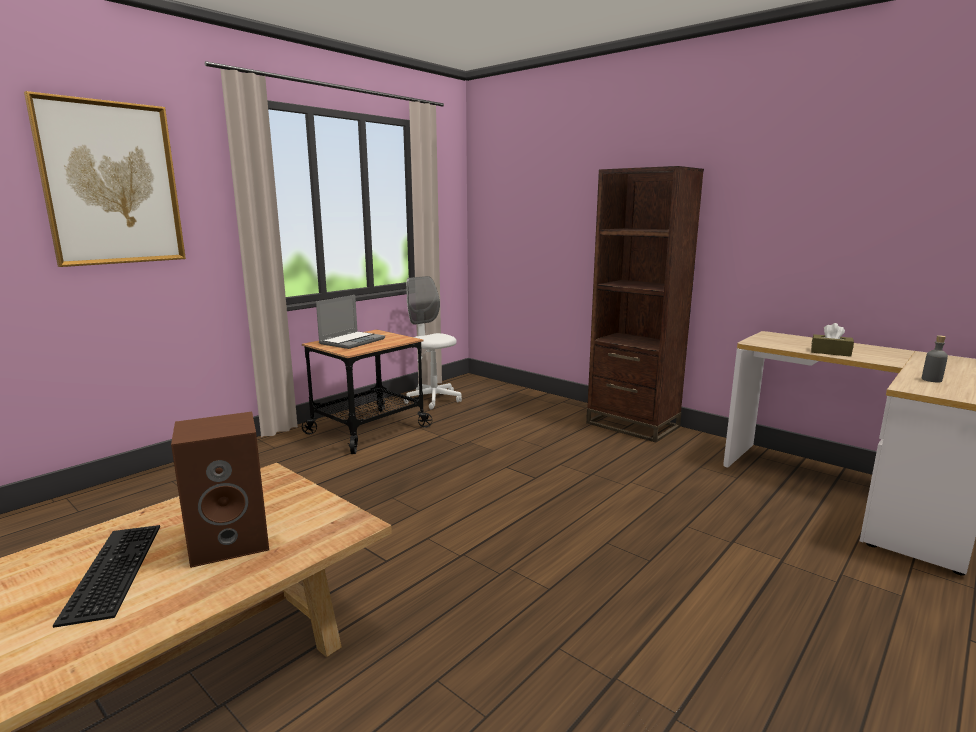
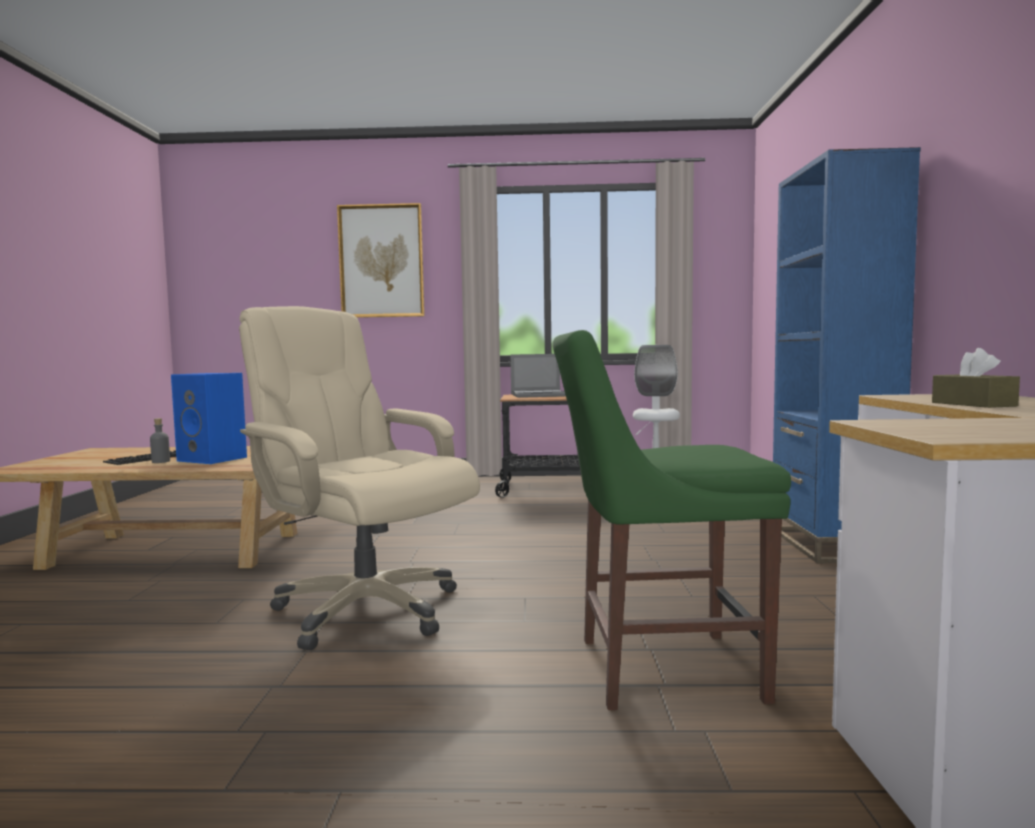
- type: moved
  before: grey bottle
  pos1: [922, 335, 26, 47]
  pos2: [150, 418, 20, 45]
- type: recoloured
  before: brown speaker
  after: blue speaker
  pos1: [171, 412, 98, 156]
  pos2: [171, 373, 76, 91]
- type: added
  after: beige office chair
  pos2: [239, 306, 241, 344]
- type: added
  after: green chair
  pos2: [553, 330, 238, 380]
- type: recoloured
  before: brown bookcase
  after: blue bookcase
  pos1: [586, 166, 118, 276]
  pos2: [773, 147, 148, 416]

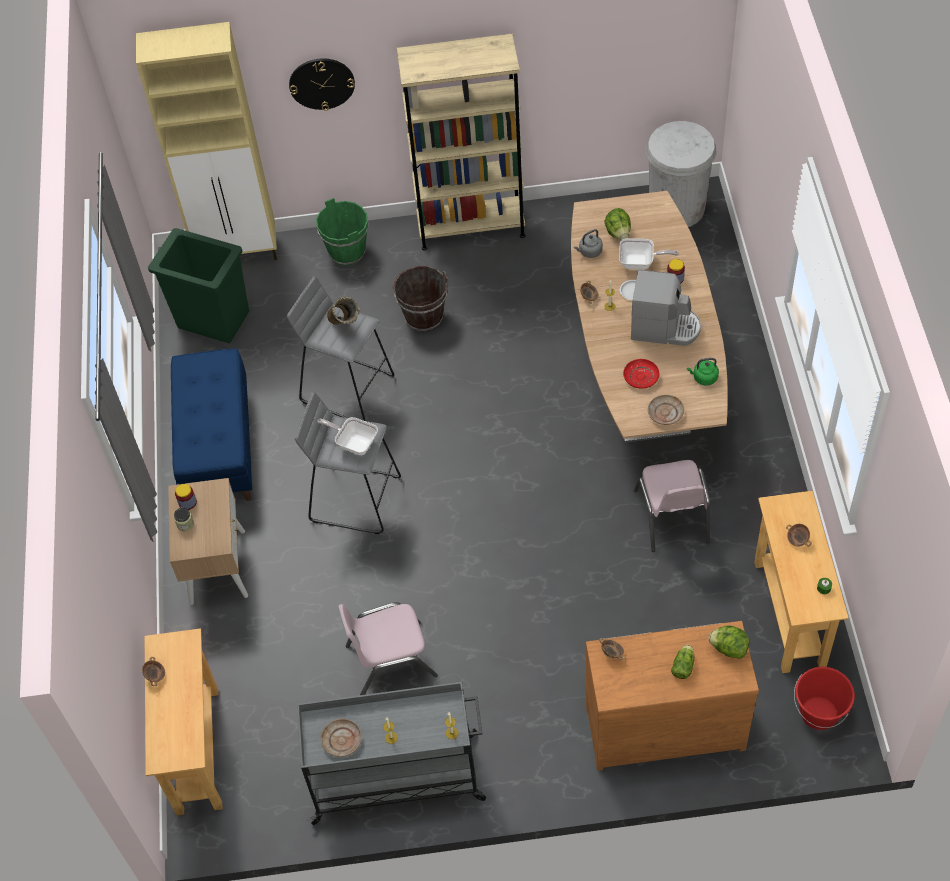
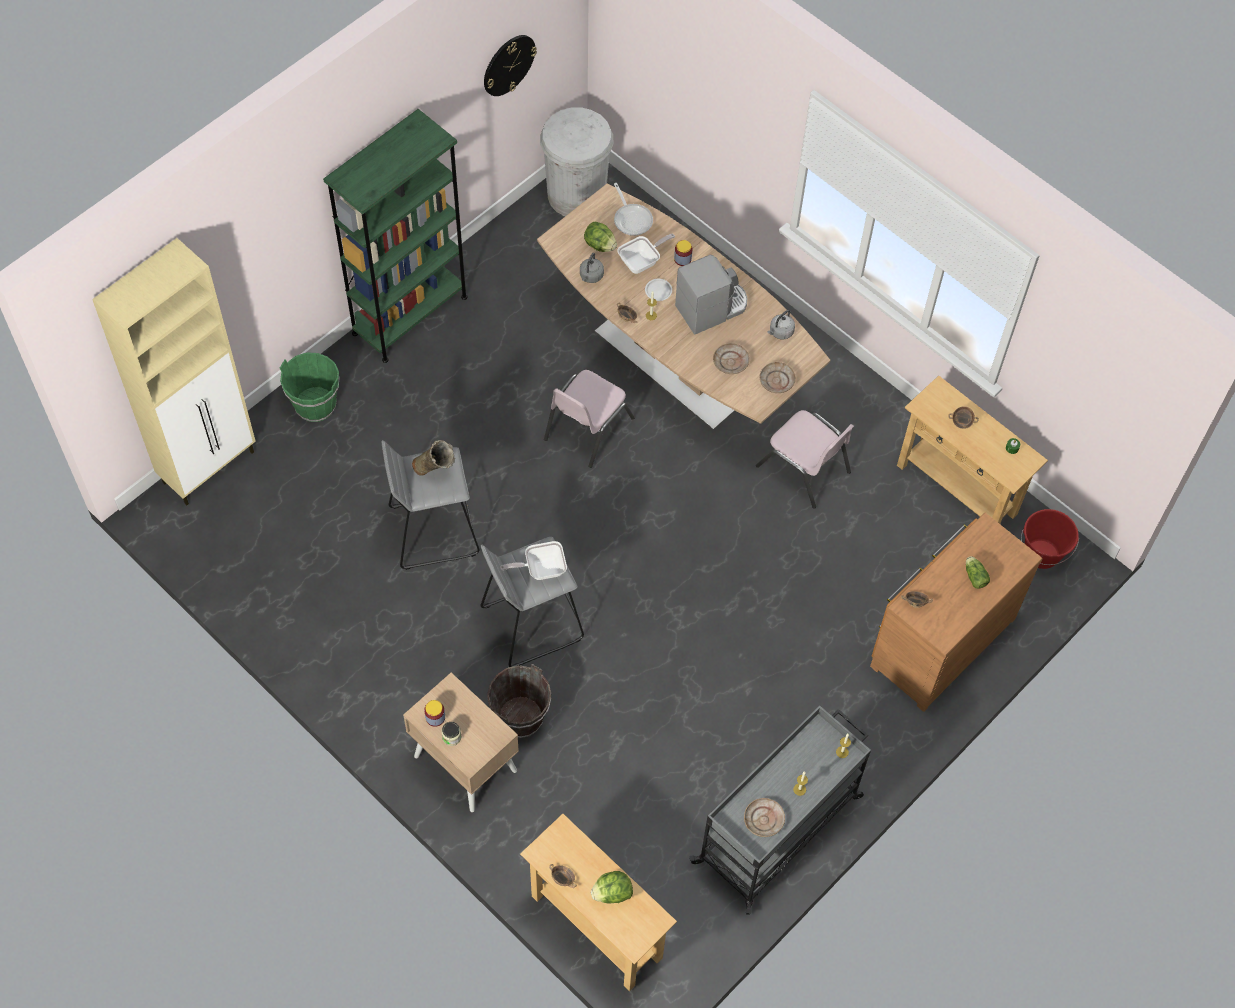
- type: recoloured
  before: beige bookcase
  after: green bookcase
  pos1: [396, 34, 130, 217]
  pos2: [323, 109, 145, 254]
- type: moved
  before: wall clock
  pos1: [289, 59, 66, 52]
  pos2: [484, 35, 53, 61]
- type: moved
  before: brown bucket
  pos1: [392, 266, 56, 66]
  pos2: [487, 664, 64, 74]
- type: moved
  before: pink chair
  pos1: [339, 602, 99, 93]
  pos2: [544, 370, 91, 98]
- type: moved
  before: lettuce
  pos1: [708, 625, 41, 34]
  pos2: [591, 871, 42, 32]
- type: added
  after: frying pan
  pos2: [614, 183, 39, 53]
- type: recoloured
  before: red plate
  after: beige plate
  pos1: [623, 359, 36, 30]
  pos2: [713, 343, 37, 31]
- type: recoloured
  before: green kettle
  after: grey kettle
  pos1: [687, 358, 32, 28]
  pos2: [767, 310, 28, 29]
- type: removed
  before: green trash can
  pos1: [148, 228, 101, 116]
- type: removed
  before: blue bench
  pos1: [171, 348, 81, 153]

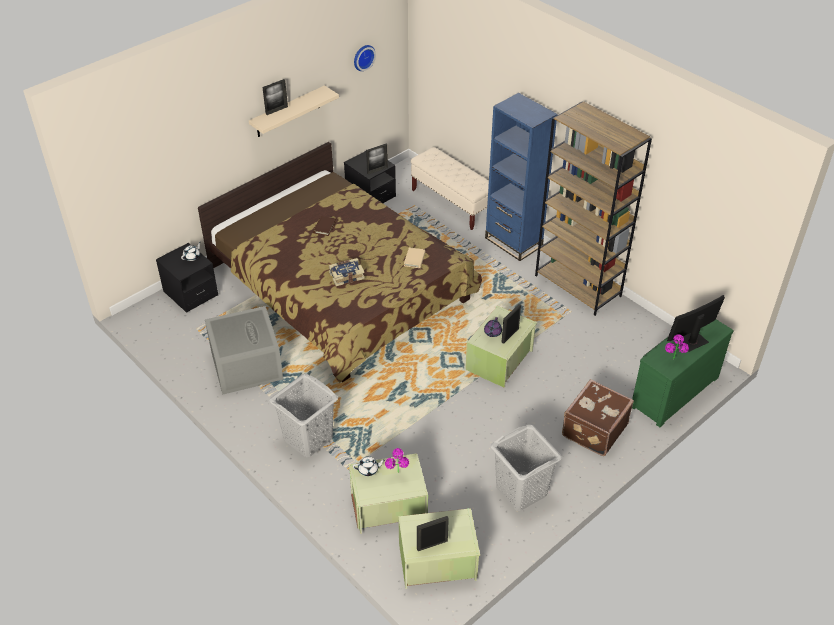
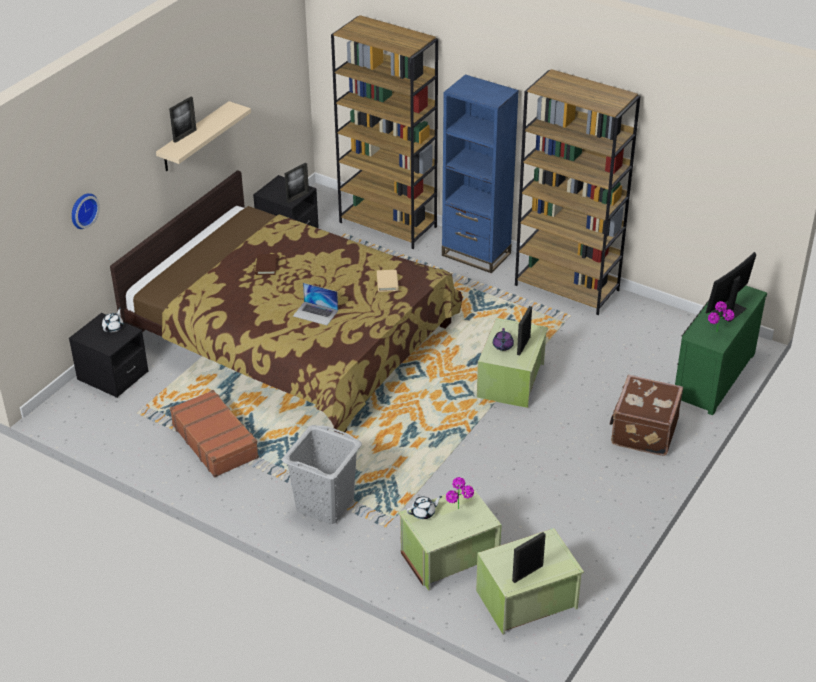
- type: moved
  before: wall clock
  pos1: [354, 45, 22, 26]
  pos2: [72, 193, 28, 36]
- type: replaced
  before: grey storage box
  after: brown suitcase
  pos1: [205, 306, 78, 89]
  pos2: [170, 390, 89, 88]
- type: replaced
  before: book
  after: laptop
  pos1: [329, 258, 36, 28]
  pos2: [293, 283, 45, 42]
- type: replaced
  before: beige bench
  after: brown bookcase
  pos1: [411, 147, 78, 83]
  pos2: [331, 15, 107, 234]
- type: removed
  before: grey laundry basket
  pos1: [490, 424, 72, 87]

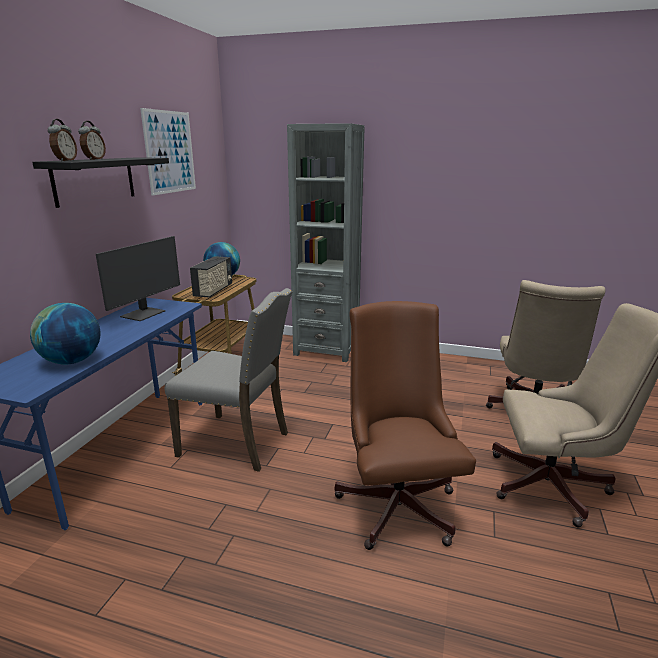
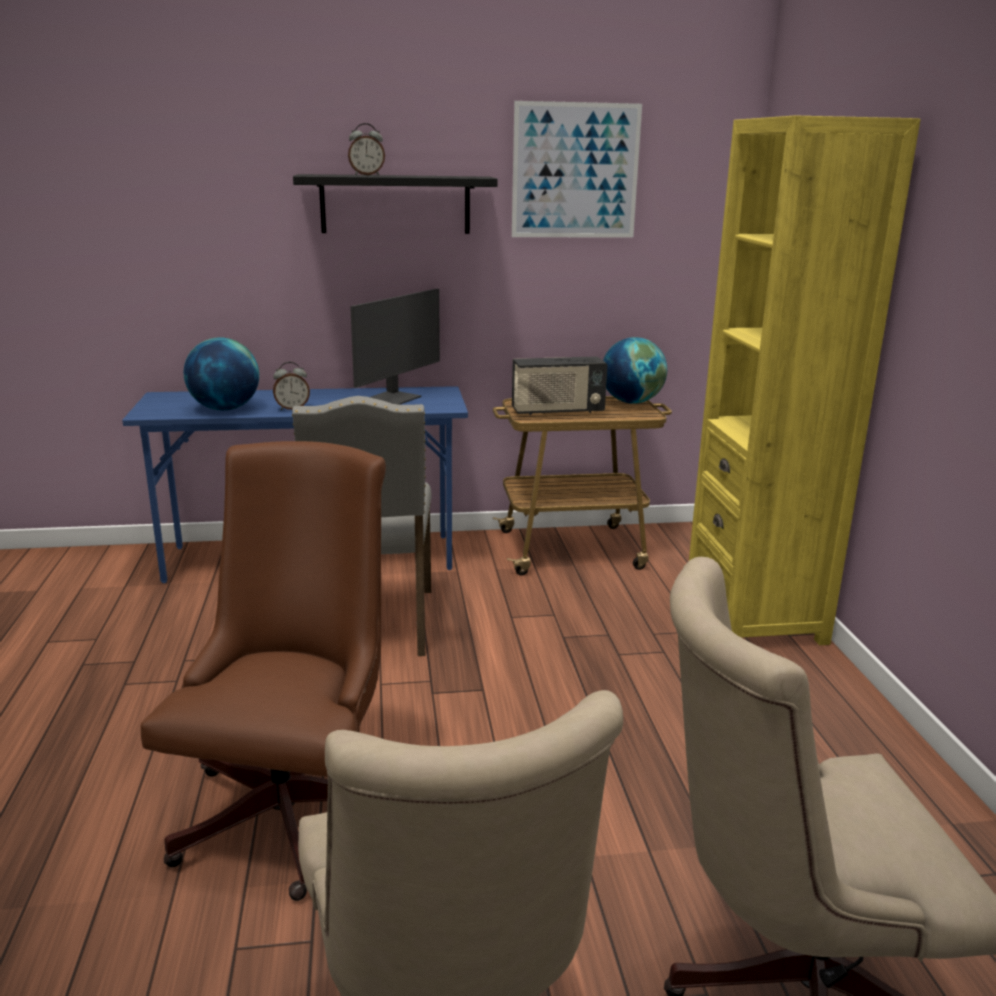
- type: turned
  before: brown office chair
  pos1: [335, 301, 141, 249]
  pos2: [141, 441, 245, 460]
  turn: -45
- type: moved
  before: alarm clock
  pos1: [48, 119, 29, 42]
  pos2: [273, 362, 37, 48]
- type: turned
  before: monitor
  pos1: [96, 236, 84, 85]
  pos2: [350, 289, 90, 116]
  turn: -60
- type: recoloured
  before: grey bookcase
  after: yellow bookcase
  pos1: [287, 123, 78, 239]
  pos2: [689, 116, 232, 529]

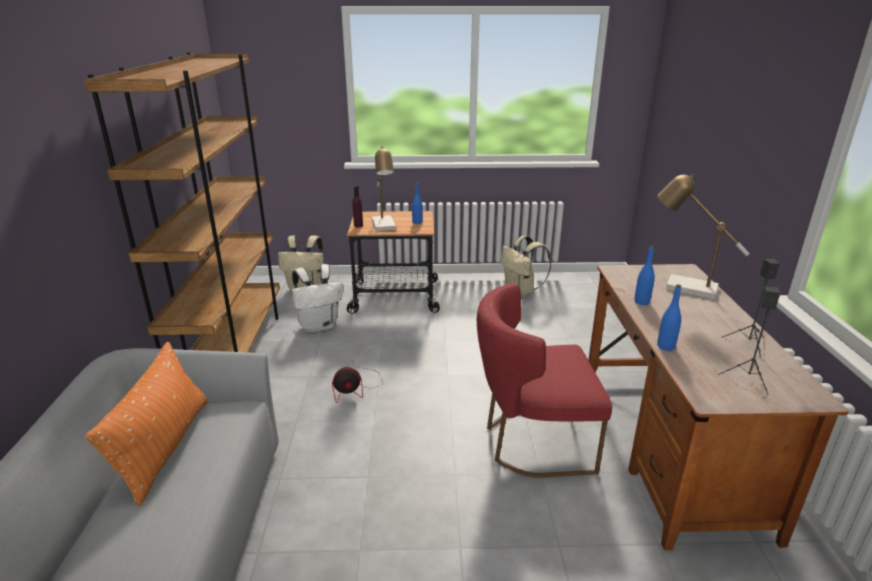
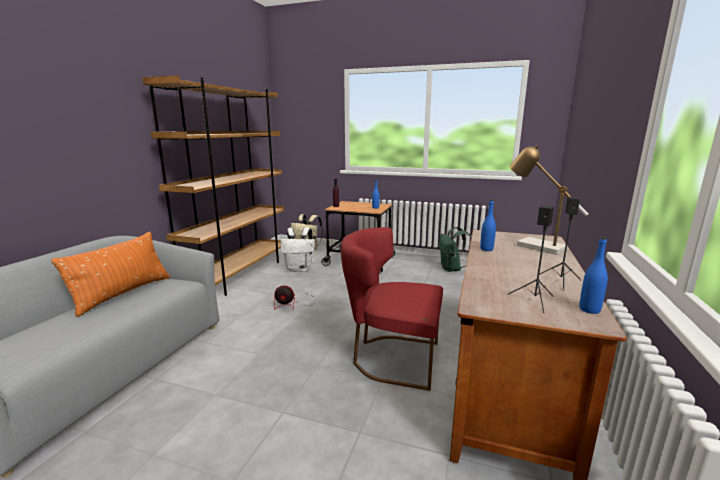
- type: recoloured
  before: beige backpack
  after: green backpack
  pos1: [501, 236, 50, 60]
  pos2: [439, 227, 33, 45]
- type: moved
  before: blue bottle
  pos1: [657, 284, 24, 67]
  pos2: [579, 237, 29, 77]
- type: removed
  before: table lamp
  pos1: [372, 146, 24, 85]

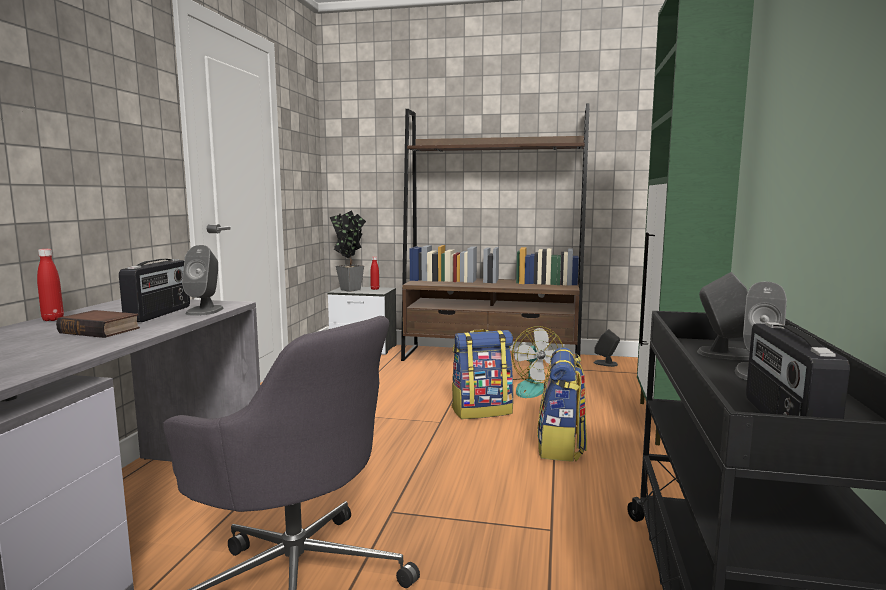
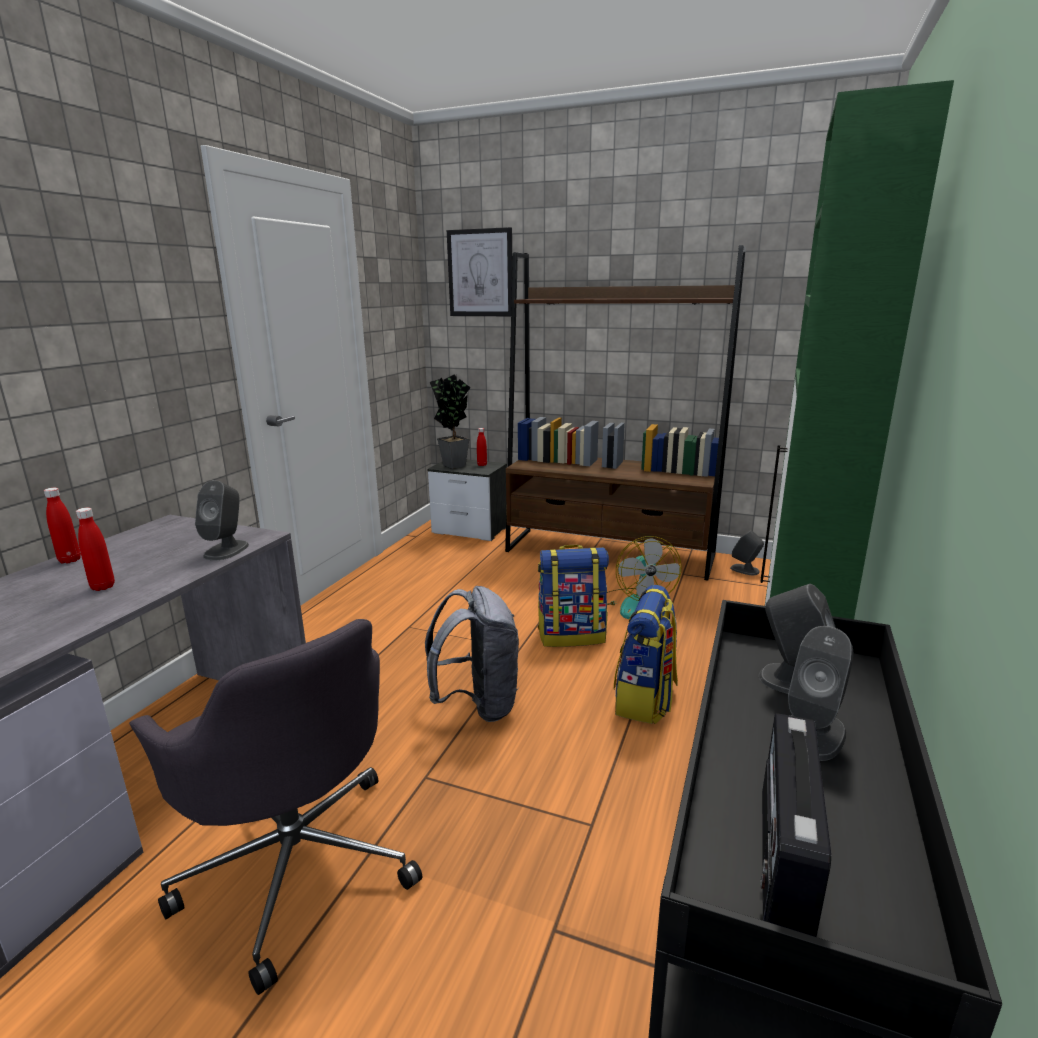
- type: replaced
  before: book
  after: red bottle
  pos1: [56, 310, 84, 28]
  pos2: [76, 508, 39, 83]
- type: added
  after: grey backpack
  pos2: [425, 586, 94, 136]
- type: added
  after: picture
  pos2: [447, 227, 65, 89]
- type: removed
  before: radio
  pos1: [119, 259, 71, 63]

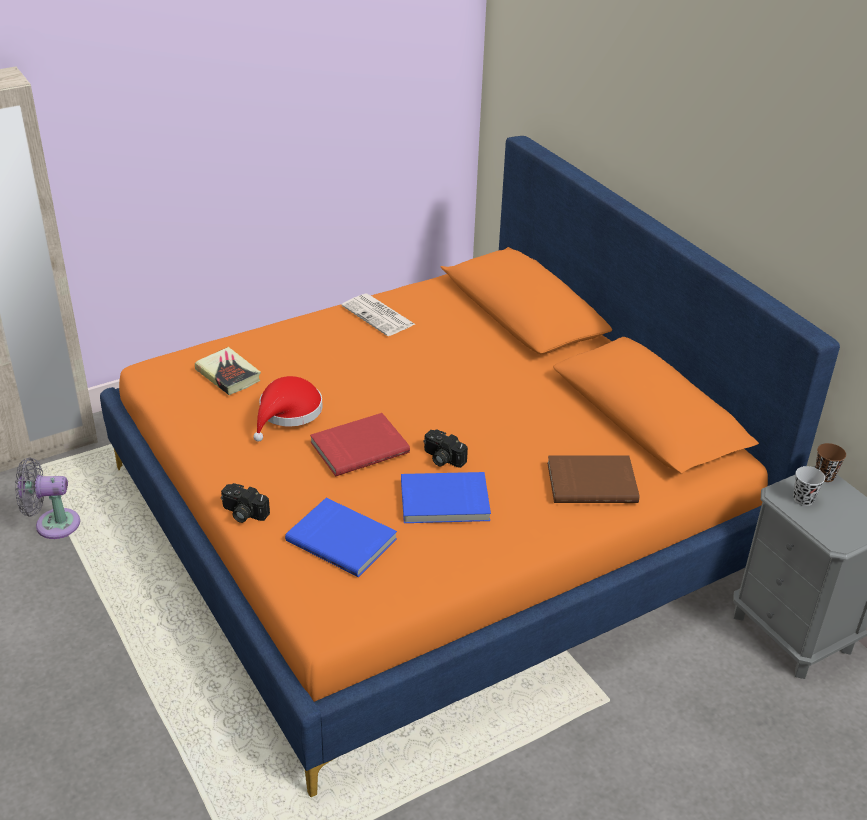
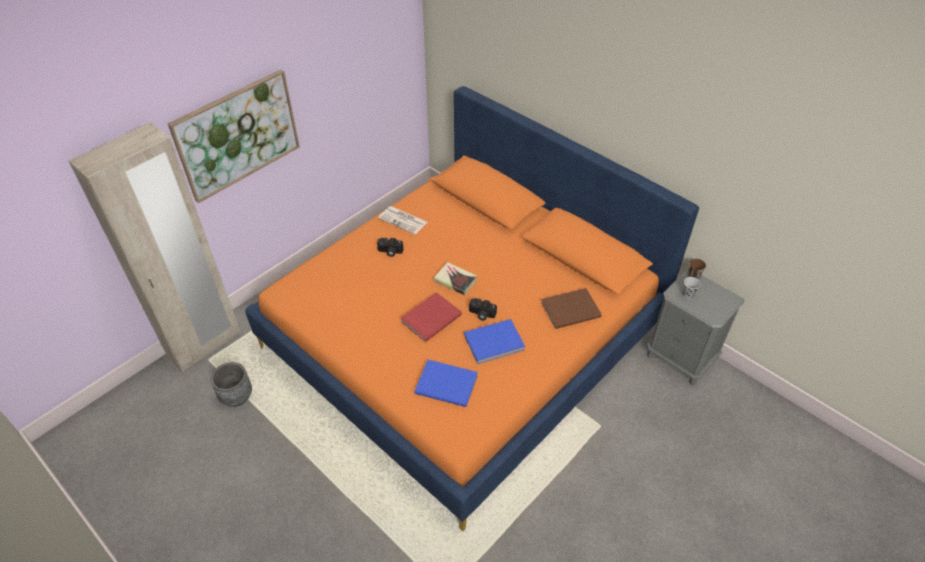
- type: added
  after: picture
  pos2: [167, 70, 133, 133]
- type: replaced
  before: grey fan
  after: grey planter
  pos1: [15, 458, 65, 81]
  pos2: [211, 362, 41, 45]
- type: moved
  before: photo camera
  pos1: [221, 483, 49, 40]
  pos2: [377, 238, 27, 19]
- type: moved
  before: book
  pos1: [195, 347, 66, 48]
  pos2: [433, 262, 44, 33]
- type: removed
  before: red hat
  pos1: [253, 376, 69, 66]

